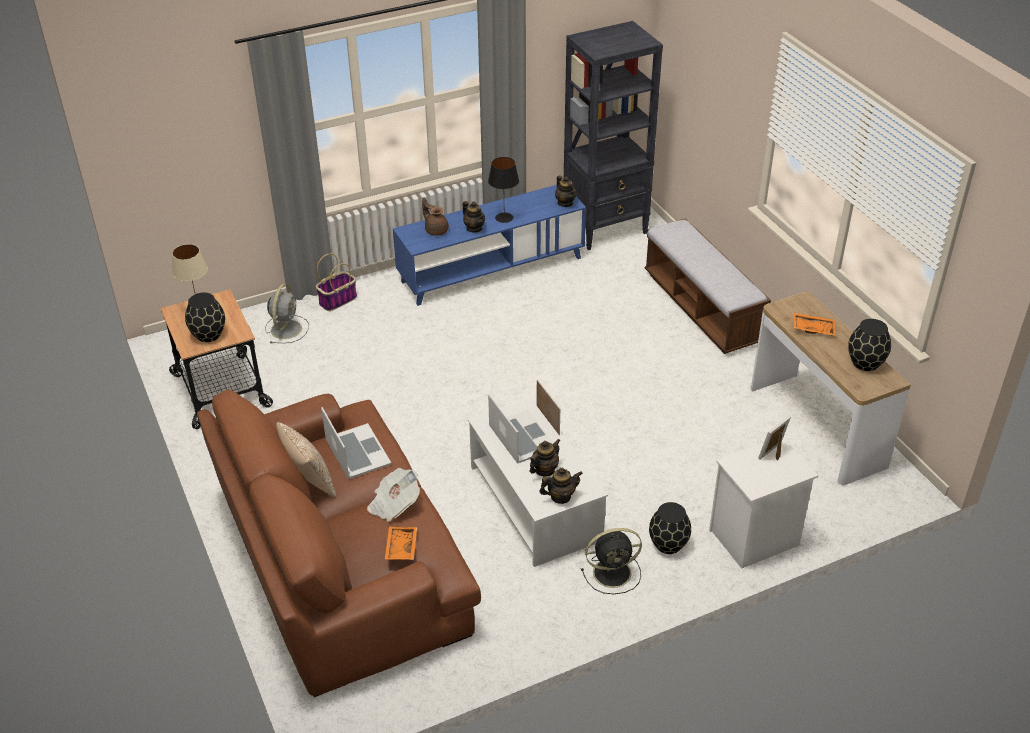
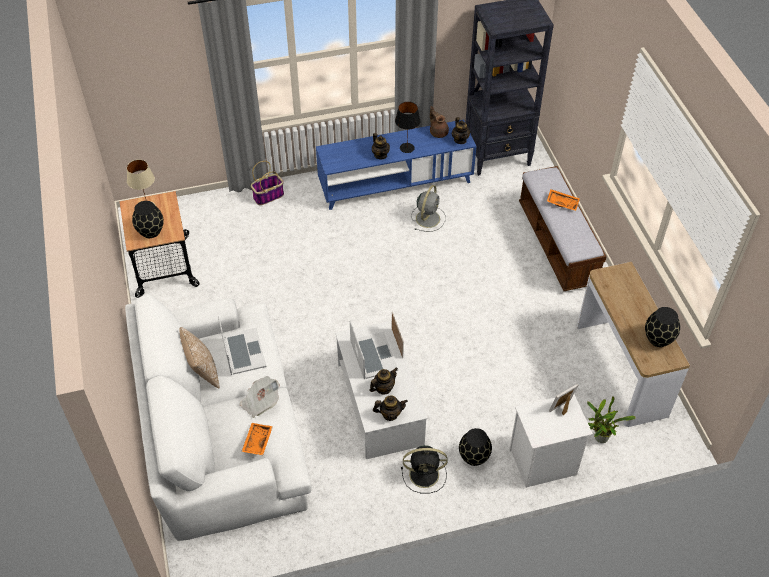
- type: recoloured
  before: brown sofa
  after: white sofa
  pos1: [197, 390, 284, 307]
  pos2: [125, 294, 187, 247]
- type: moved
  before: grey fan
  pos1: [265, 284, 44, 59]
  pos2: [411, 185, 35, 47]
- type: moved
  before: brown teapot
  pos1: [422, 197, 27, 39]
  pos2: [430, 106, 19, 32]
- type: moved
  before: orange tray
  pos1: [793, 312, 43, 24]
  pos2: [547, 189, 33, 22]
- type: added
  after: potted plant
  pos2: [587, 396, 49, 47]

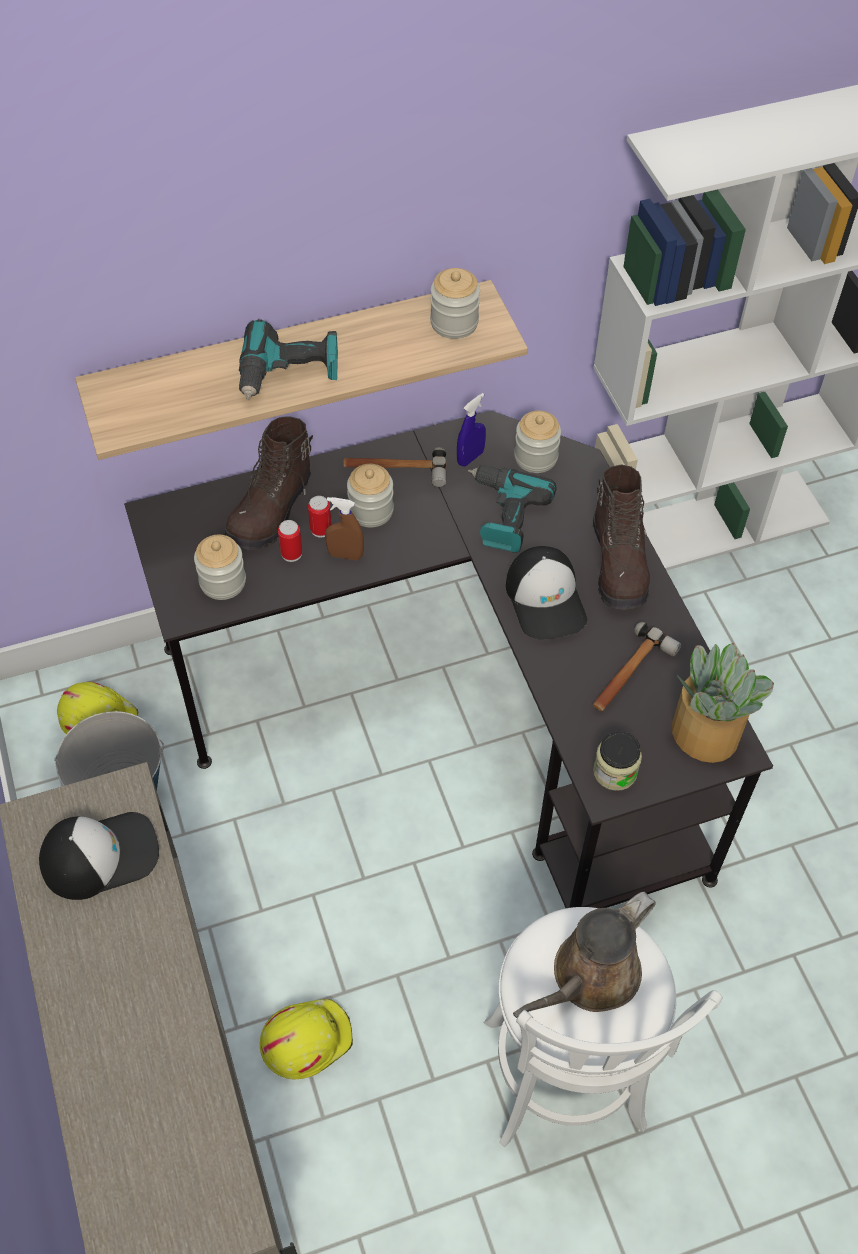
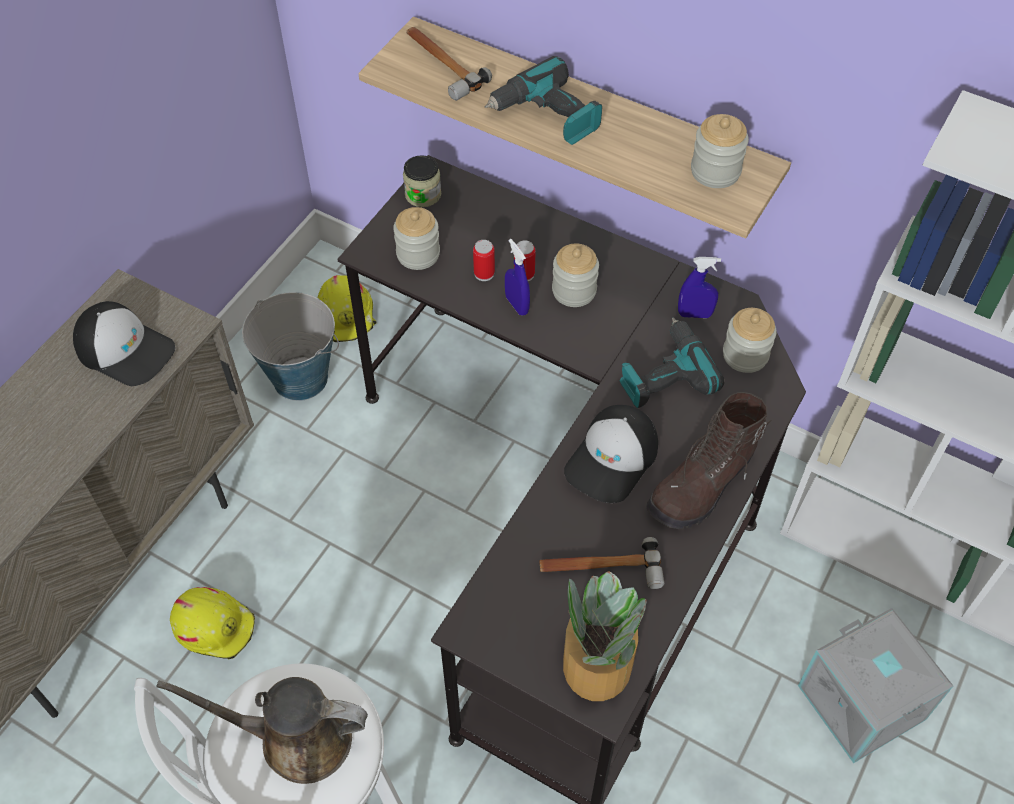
- type: moved
  before: jar
  pos1: [593, 731, 49, 60]
  pos2: [403, 155, 38, 52]
- type: moved
  before: hammer
  pos1: [343, 447, 103, 40]
  pos2: [406, 27, 86, 74]
- type: recoloured
  before: brown spray bottle
  after: blue spray bottle
  pos1: [325, 497, 39, 63]
  pos2: [505, 239, 25, 77]
- type: added
  after: grey storage box
  pos2: [798, 608, 155, 155]
- type: removed
  before: brown boot
  pos1: [225, 416, 88, 134]

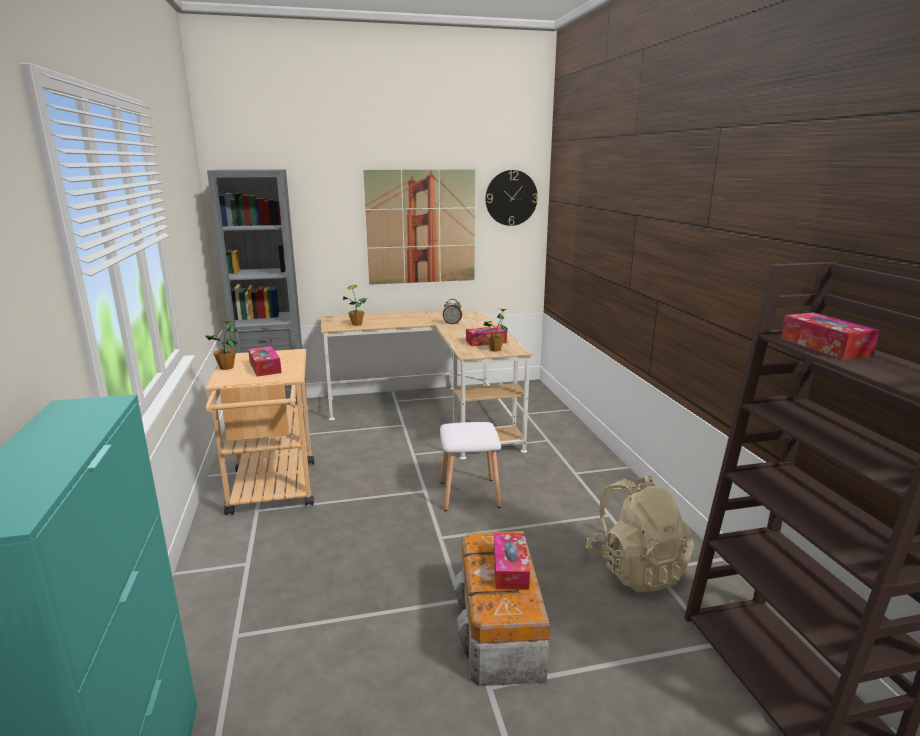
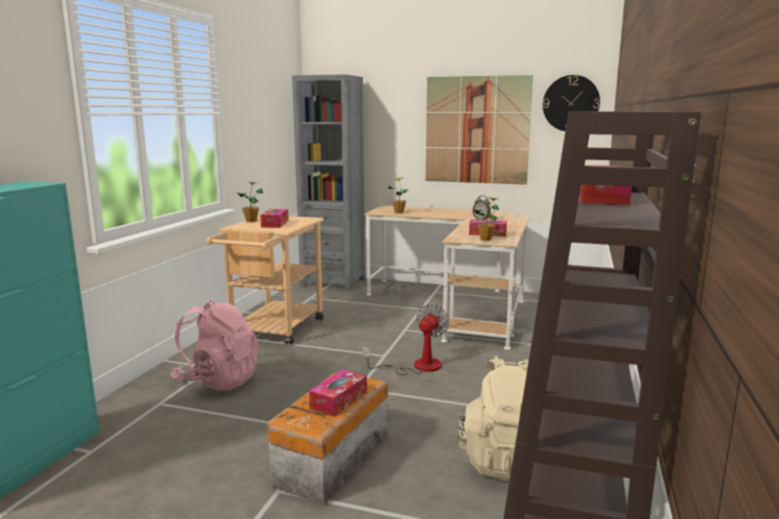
- type: added
  after: pink backpack
  pos2: [171, 300, 87, 91]
- type: replaced
  before: white stool
  after: fan
  pos1: [440, 422, 61, 89]
  pos2: [362, 304, 87, 71]

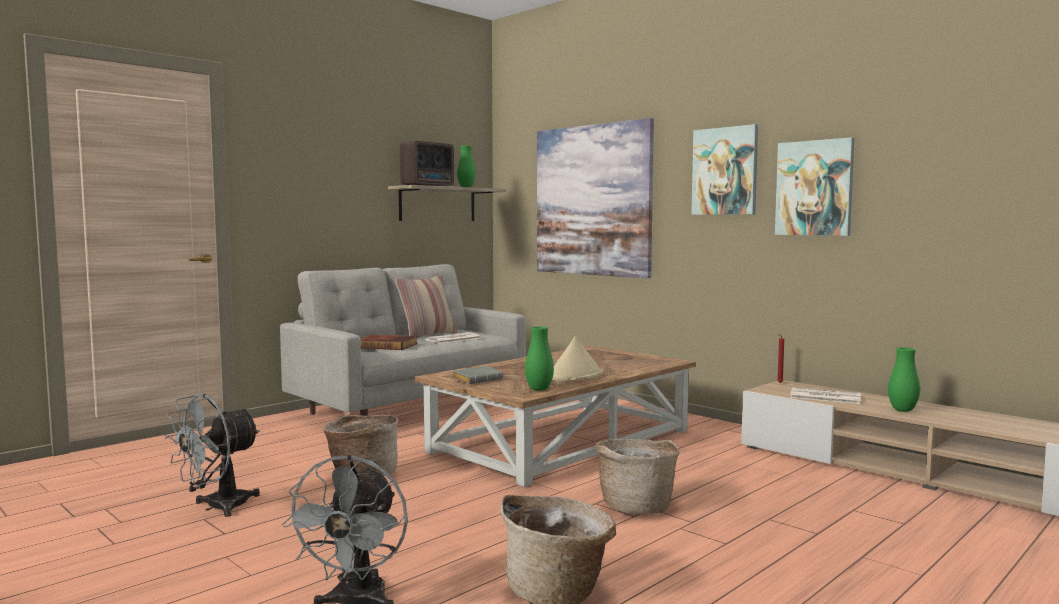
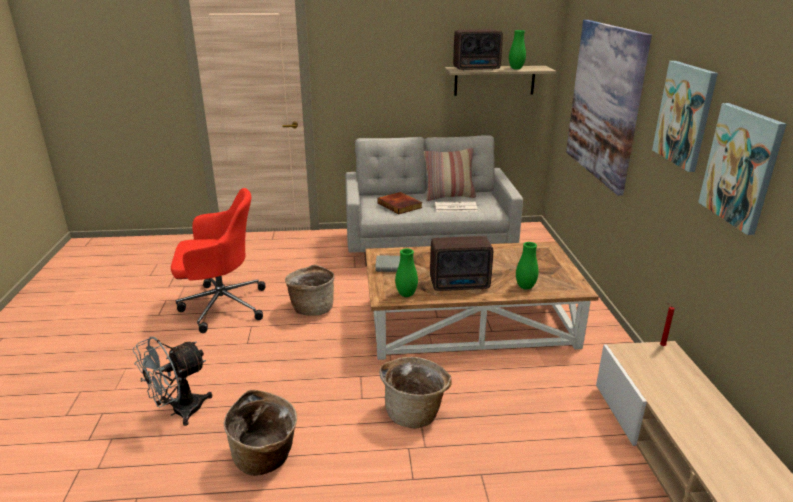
- type: replaced
  before: grey fan
  after: red office chair
  pos1: [165, 394, 95, 123]
  pos2: [171, 188, 94, 145]
- type: replaced
  before: beige hat
  after: radio
  pos1: [552, 336, 51, 45]
  pos2: [430, 236, 63, 55]
- type: moved
  before: green vase
  pos1: [888, 347, 32, 65]
  pos2: [516, 242, 23, 48]
- type: removed
  before: newspaper
  pos1: [790, 387, 71, 17]

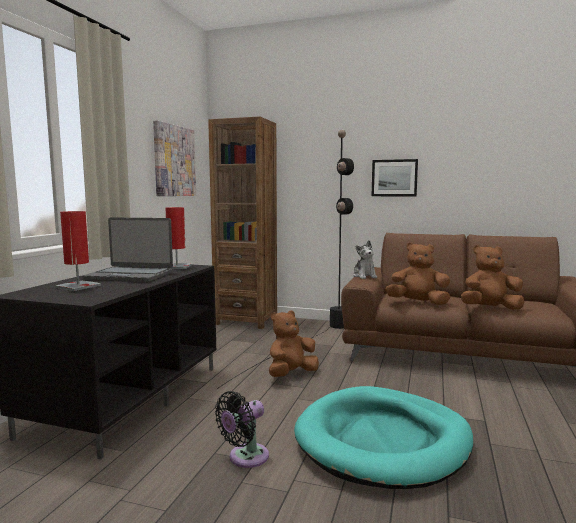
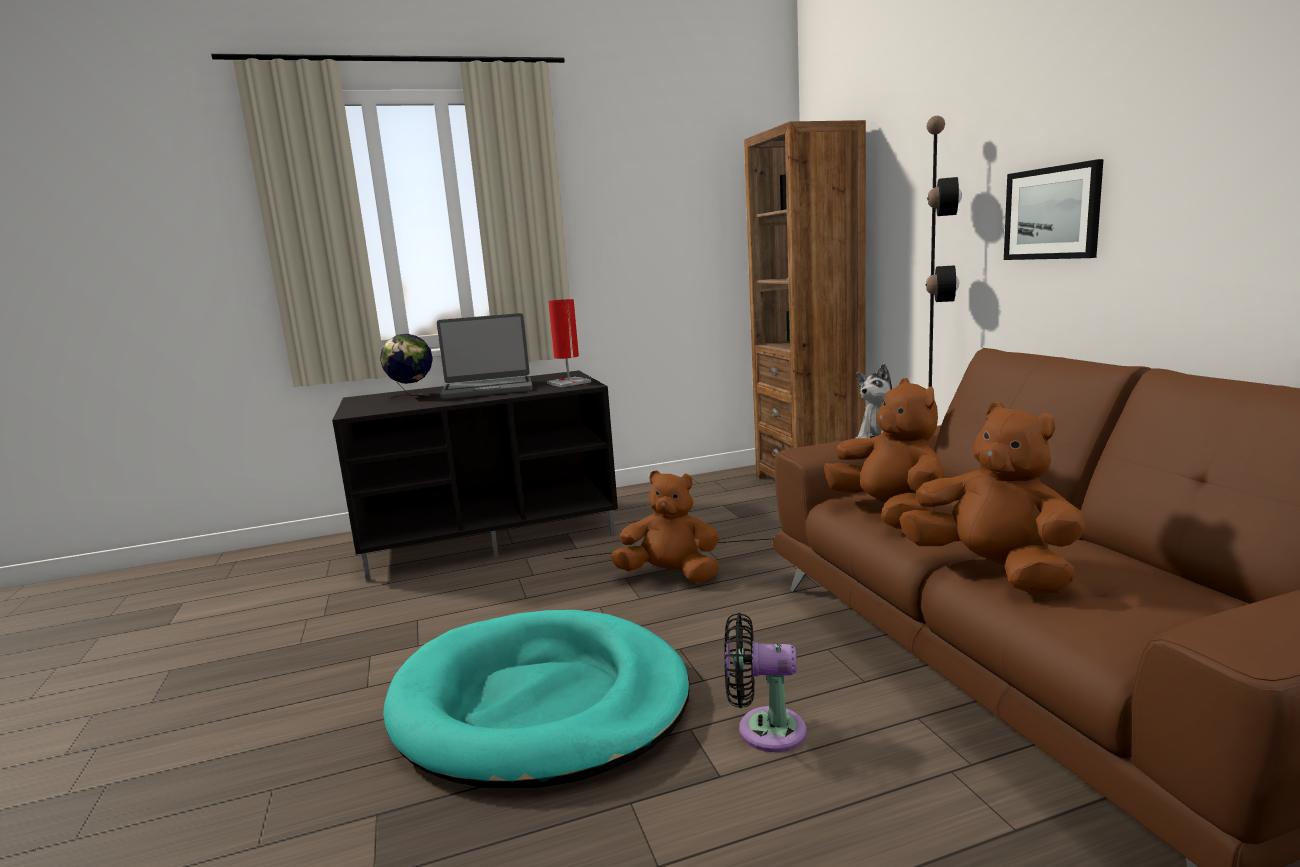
- type: replaced
  before: red table lamp
  after: globe
  pos1: [55, 211, 46, 80]
  pos2: [380, 334, 53, 65]
- type: turned
  before: laptop
  pos1: [82, 217, 91, 65]
  pos2: [437, 313, 96, 87]
  turn: -75
- type: moved
  before: black fan
  pos1: [215, 391, 54, 77]
  pos2: [724, 613, 83, 139]
- type: removed
  before: picture
  pos1: [153, 120, 43, 76]

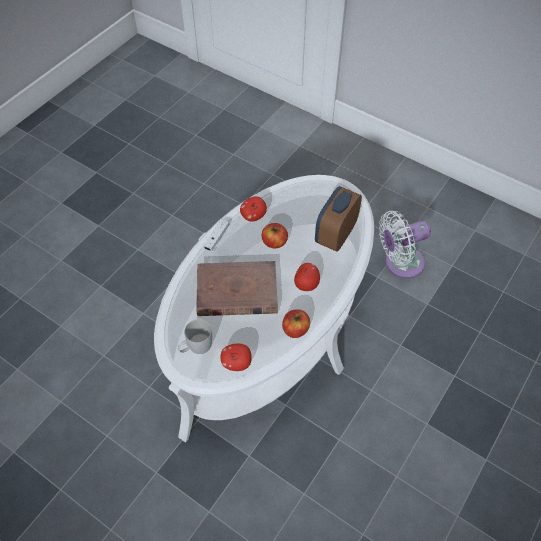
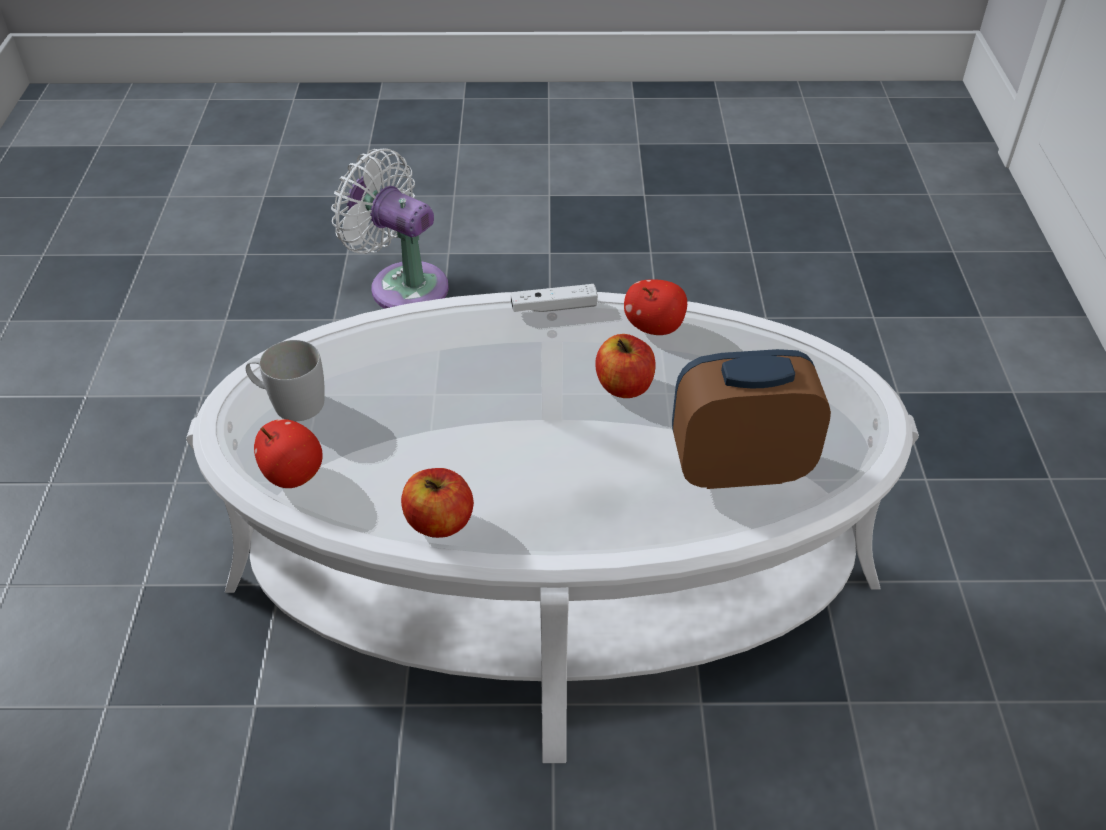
- type: moved
  before: white fan
  pos1: [379, 211, 52, 67]
  pos2: [331, 148, 118, 161]
- type: removed
  before: brown book
  pos1: [196, 261, 82, 55]
- type: removed
  before: apple
  pos1: [294, 263, 26, 28]

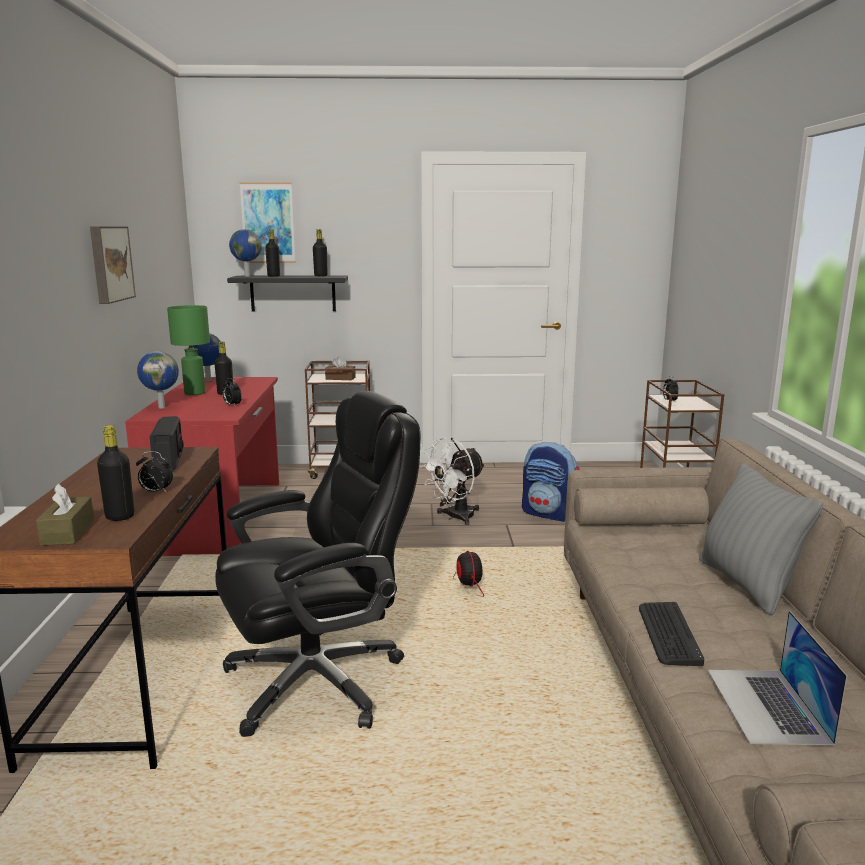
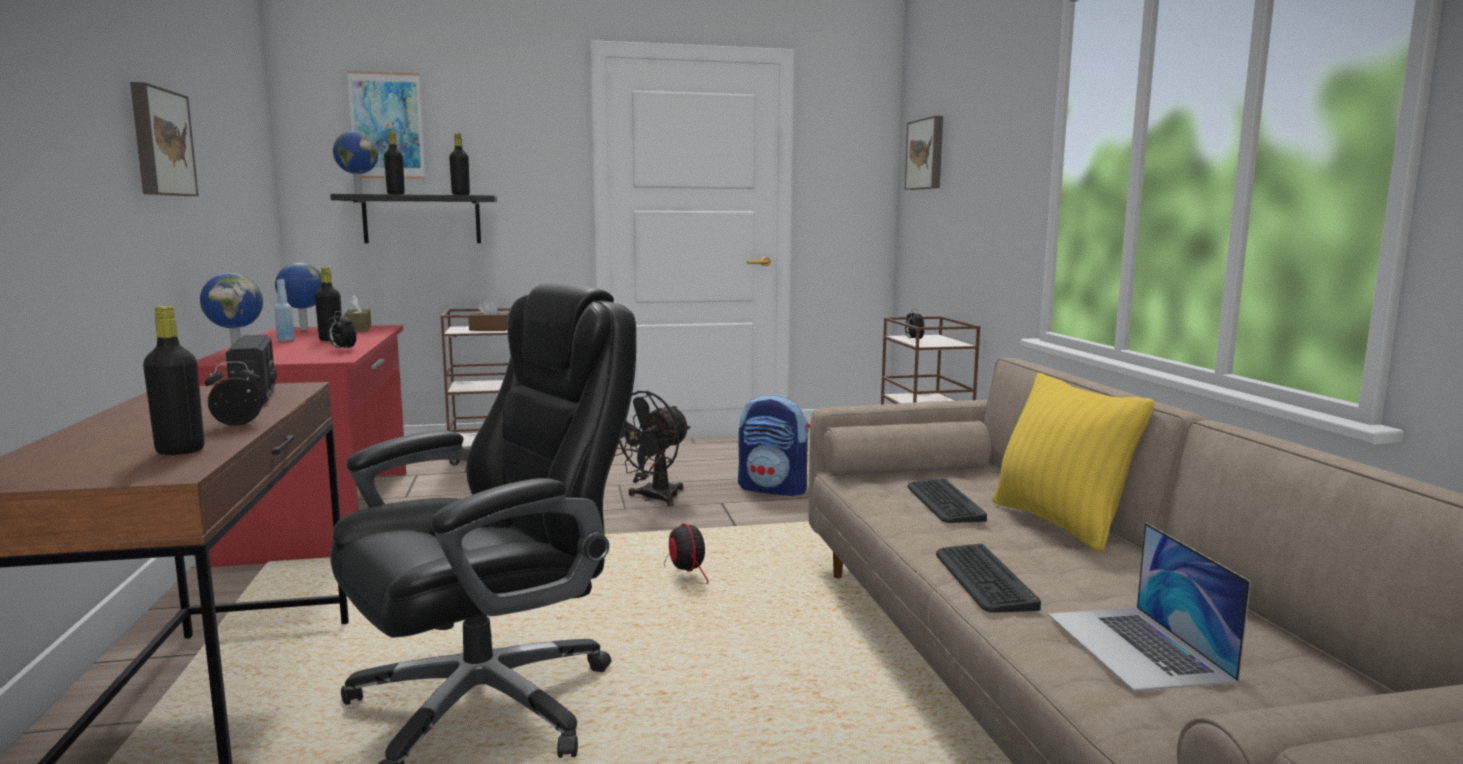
- type: turned
  before: alarm clock
  pos1: [136, 451, 37, 42]
  pos2: [204, 361, 59, 66]
  turn: 150
- type: replaced
  before: green table lamp
  after: blue bottle
  pos1: [167, 305, 43, 90]
  pos2: [275, 280, 20, 61]
- type: moved
  before: brown tissue box
  pos1: [36, 483, 58, 63]
  pos2: [343, 295, 28, 37]
- type: recoloured
  before: white fan
  after: black fan
  pos1: [420, 437, 65, 88]
  pos2: [615, 391, 75, 115]
- type: added
  after: picture
  pos2: [905, 116, 38, 74]
- type: added
  after: keyboard
  pos2: [908, 479, 79, 44]
- type: recoloured
  before: grey pillow
  after: yellow pillow
  pos1: [699, 463, 124, 153]
  pos2: [992, 373, 163, 179]

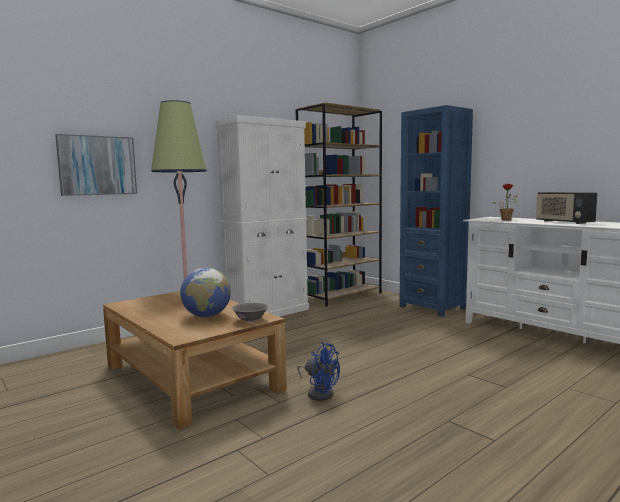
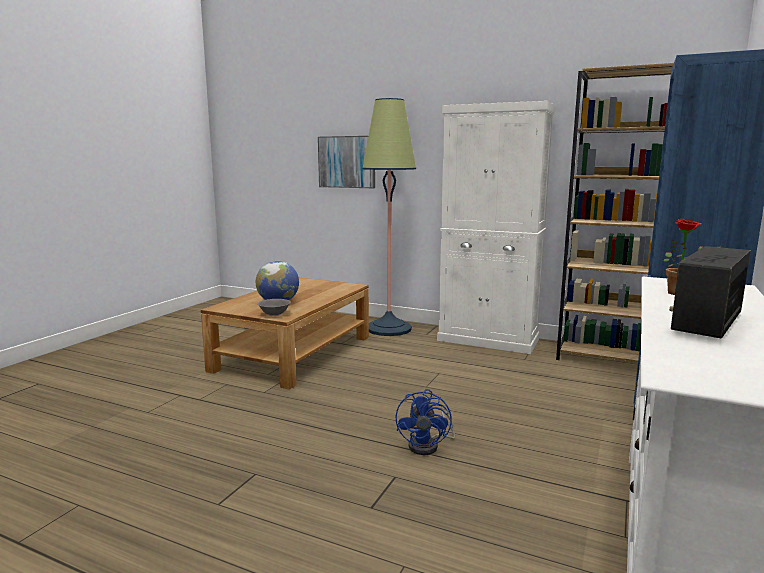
- type: moved
  before: blue fan
  pos1: [297, 342, 43, 59]
  pos2: [396, 389, 59, 66]

